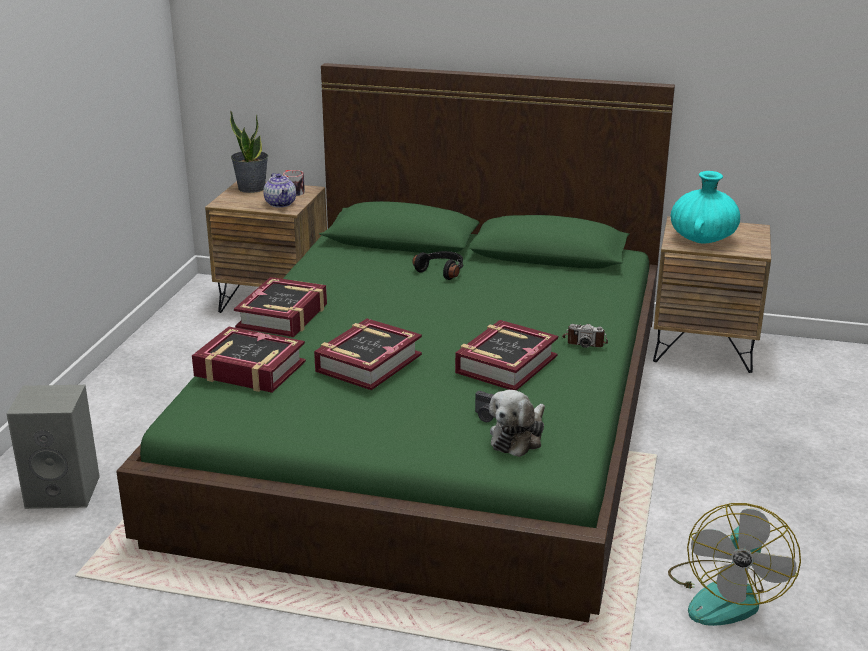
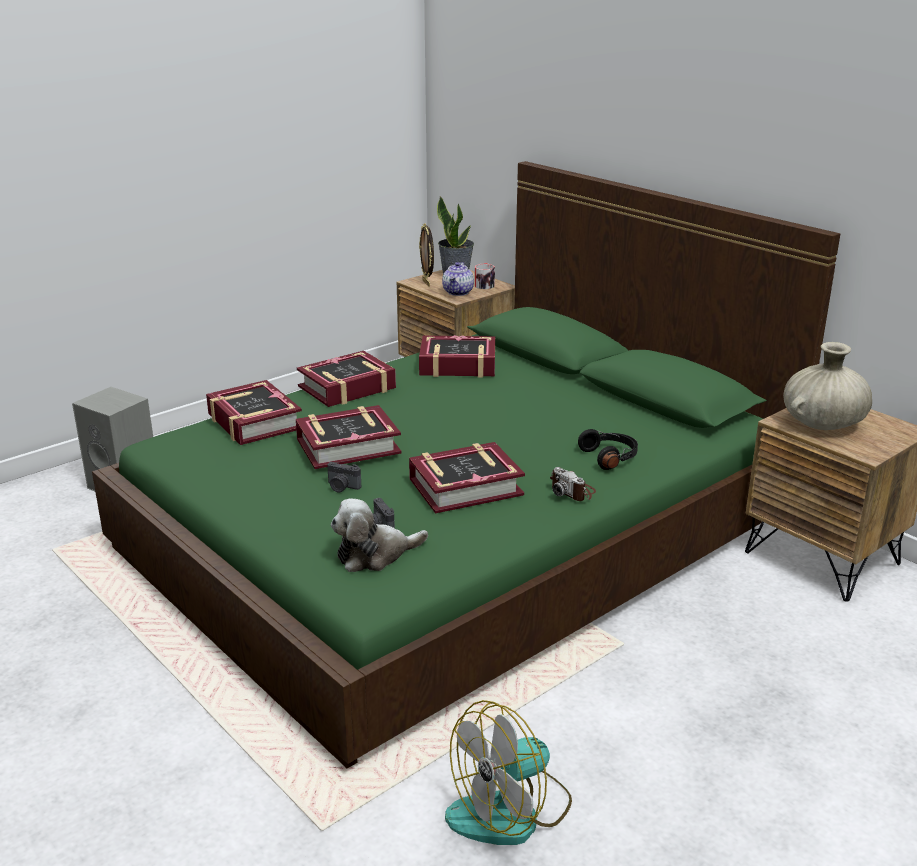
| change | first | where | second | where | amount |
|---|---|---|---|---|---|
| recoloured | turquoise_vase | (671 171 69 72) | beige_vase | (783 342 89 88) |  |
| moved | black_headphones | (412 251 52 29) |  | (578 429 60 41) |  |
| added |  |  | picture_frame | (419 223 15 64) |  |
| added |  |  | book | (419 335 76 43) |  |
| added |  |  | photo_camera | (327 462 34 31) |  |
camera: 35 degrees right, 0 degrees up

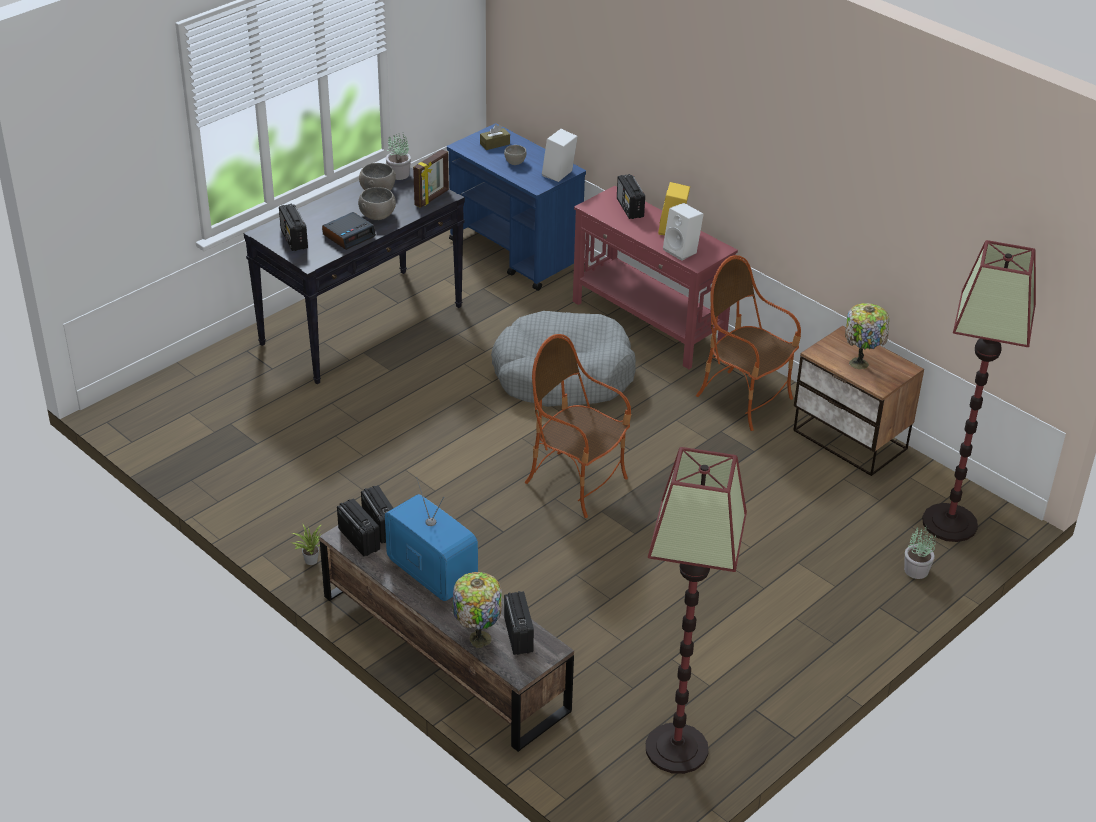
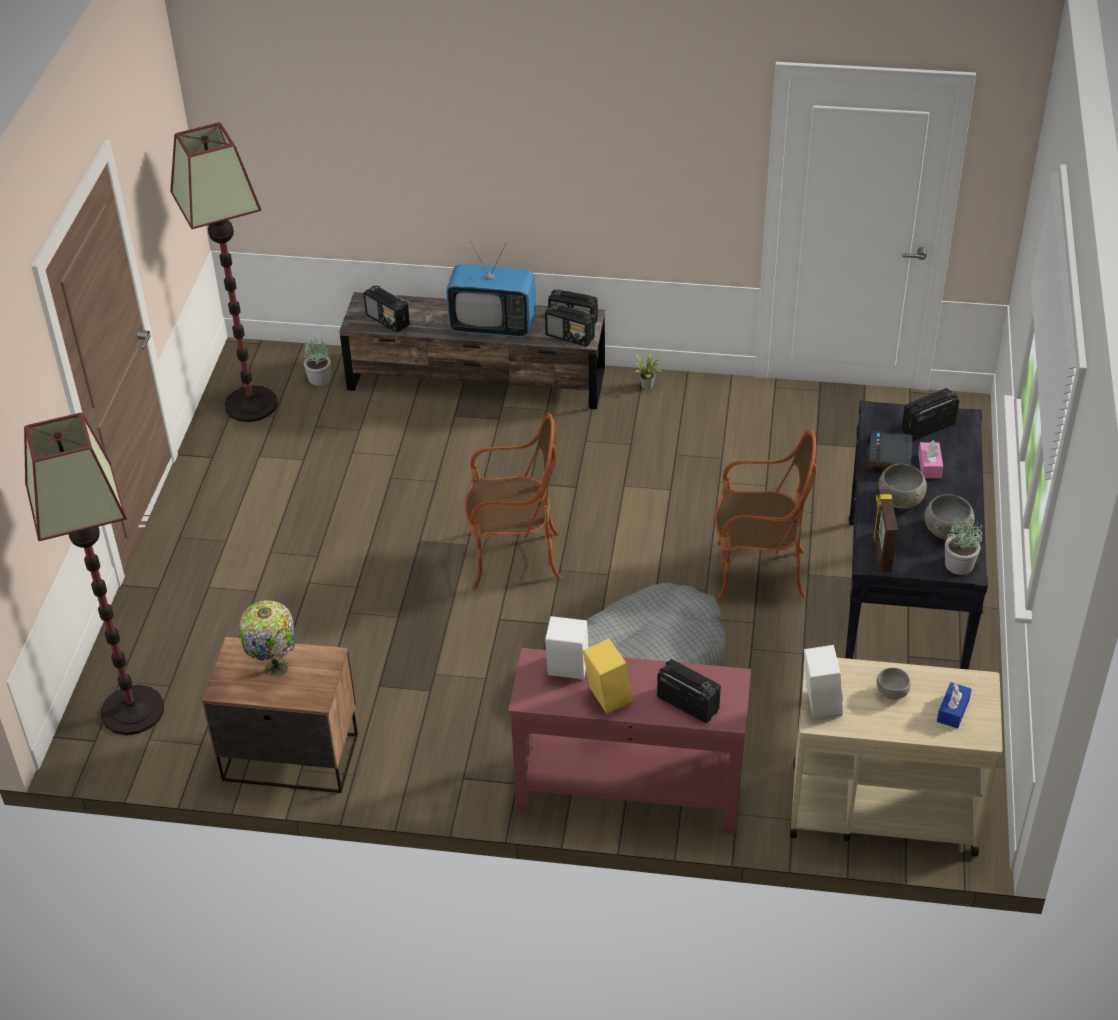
| change | first | where | second | where | amount |
|---|---|---|---|---|---|
| recoloured | blue_cart | (447 123 139 168) | beige_cart | (790 658 213 199) |  |
| recoloured | brown_tissue_box | (480 124 30 26) | blue_tissue_box | (937 682 35 46) |  |
| turned | radio | (279 204 29 47) |  | (901 388 58 53) | 60 degrees counterclockwise |
| moved | armchair | (696 255 105 176) |  | (715 430 102 171) |  |
| moved | potted_plant | (904 527 32 52) |  | (304 337 27 48) |  |
| removed | table_lamp | (452 572 50 76) |  |  |  |
| added |  |  | pink_tissue_box | (918 440 25 38) |  |
camera: 145 degrees right, 5 degrees up

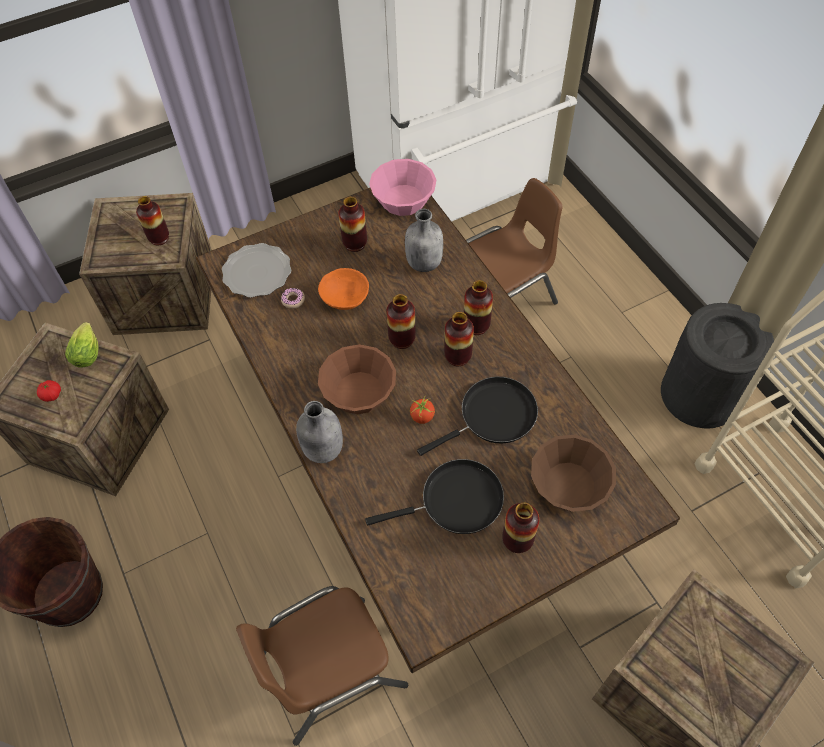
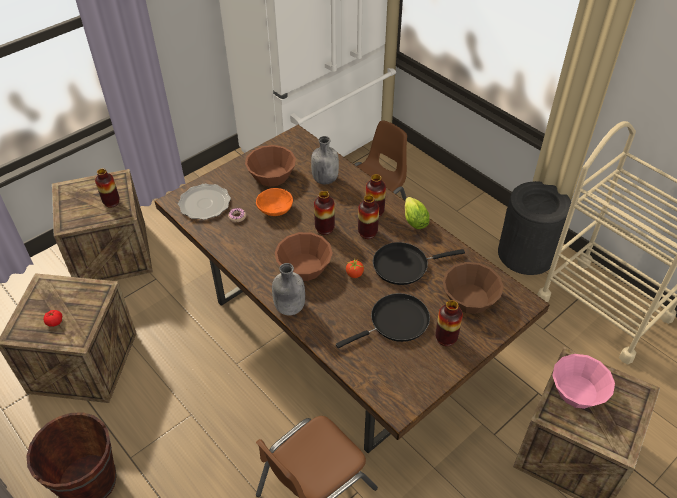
| change | first | where | second | where | amount |
|---|---|---|---|---|---|
| moved | pink_bowl | (369 159 67 57) |  | (552 354 63 55) |  |
| replaced | vase | (338 197 29 55) | brown_bowl | (245 145 51 42) |  |
| moved | lettuce | (65 322 34 46) |  | (405 197 24 32) |  |
| turned | black_frying_pan | (417 377 121 79) |  | (373 242 92 43) | 150 degrees counterclockwise |
camera: 15 degrees left, 10 degrees down

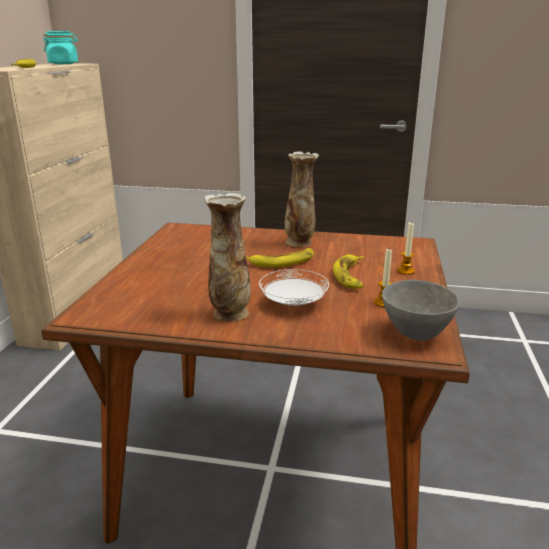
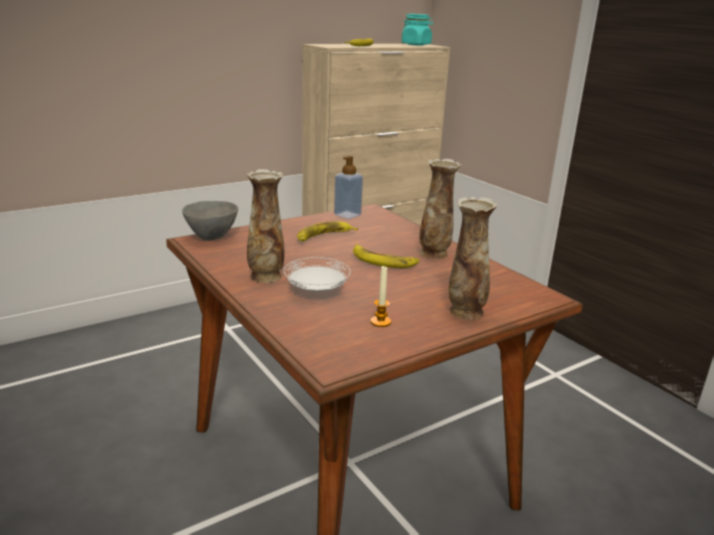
| change | first | where | second | where | amount |
|---|---|---|---|---|---|
| replaced | candle | (397 222 18 53) | vase | (448 197 49 123) |  |
| moved | banana | (333 255 31 33) |  | (297 221 61 21) |  |
| moved | grey_bowl | (382 280 78 61) |  | (182 201 56 40) |  |
| added |  |  | soap_dispenser | (334 156 29 63) |  |
camera: 45 degrees right, 0 degrees up

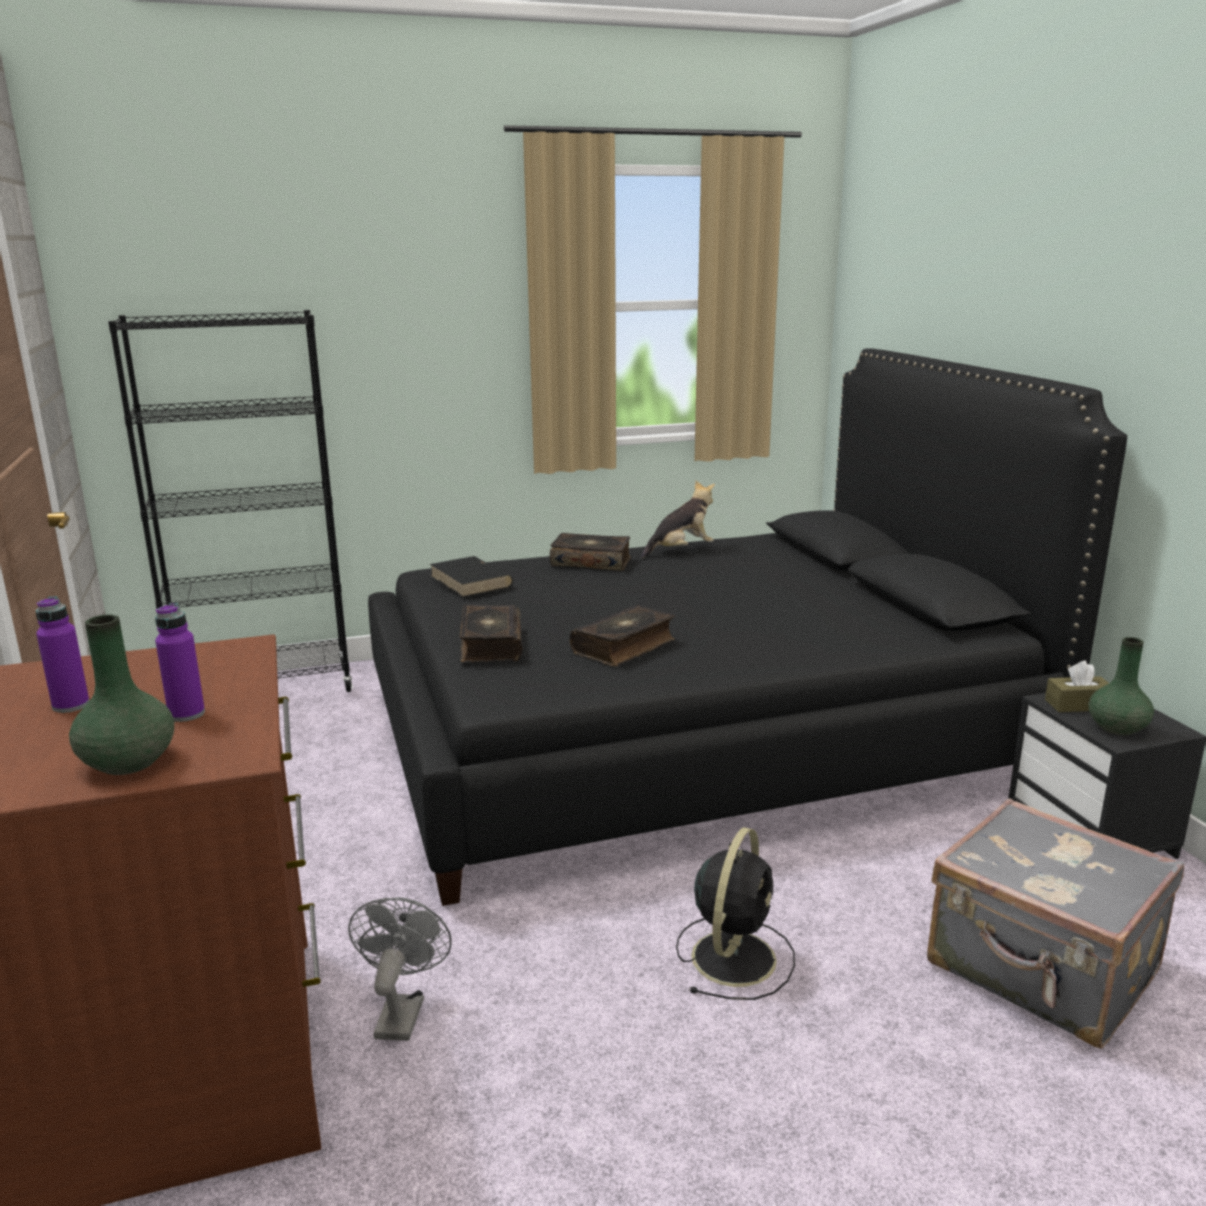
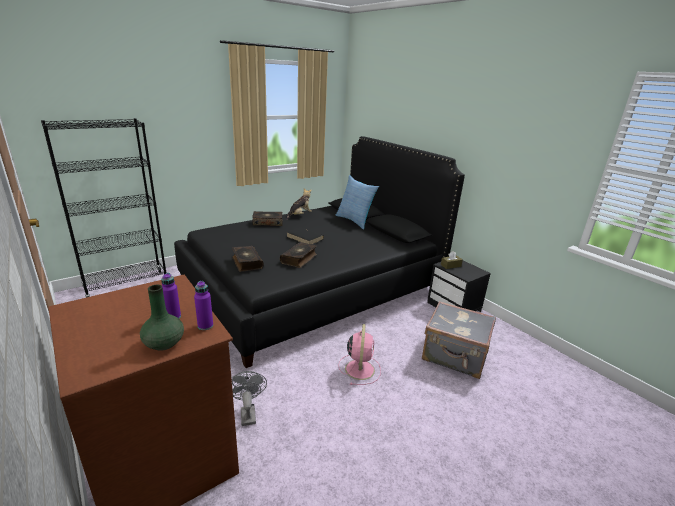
| change | first | where | second | where | amount |
|---|---|---|---|---|---|
| moved | black_book | (430 556 83 41) |  | (287 227 37 17) |  |
| moved | purple_bottle | (36 597 53 116) |  | (194 281 19 49) |  |
| removed | green_vase | (1089 637 65 98) |  |  |  |
| recoloured | black_fan | (676 827 119 173) | pink_fan | (338 324 43 61) |  |
| added |  |  | pillow | (336 175 43 55) |  |
camera: 20 degrees left, 5 degrees up

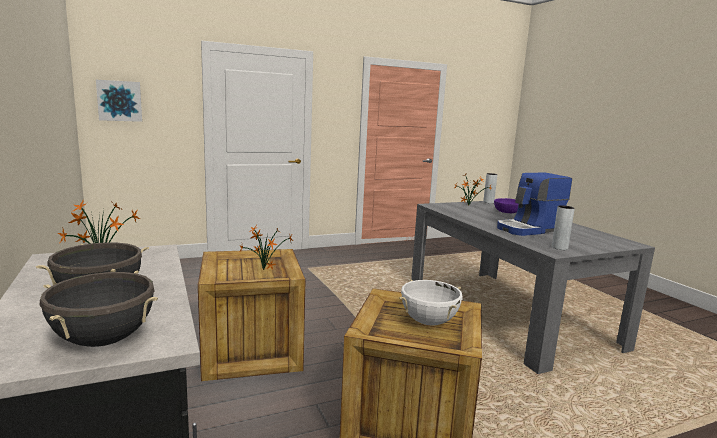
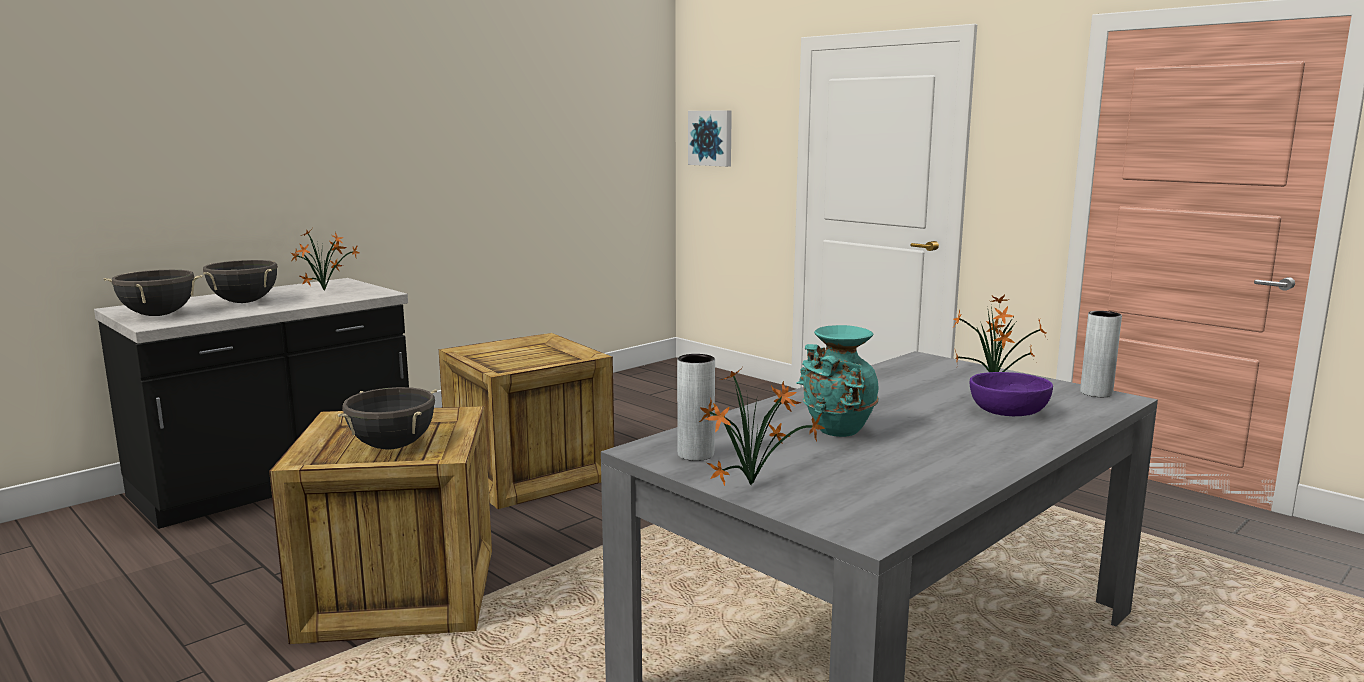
| change | first | where | second | where | amount |
|---|---|---|---|---|---|
| replaced | coffee_machine | (497 172 75 64) | turquoise_vase | (796 325 83 112) |  |
| moved | potted_plant | (239 224 54 46) |  | (699 367 126 119) |  |
| recoloured | white_cooking_pot | (399 279 64 47) | black_cooking_pot | (337 387 100 62) |  |
camera: 70 degrees right, 0 degrees up

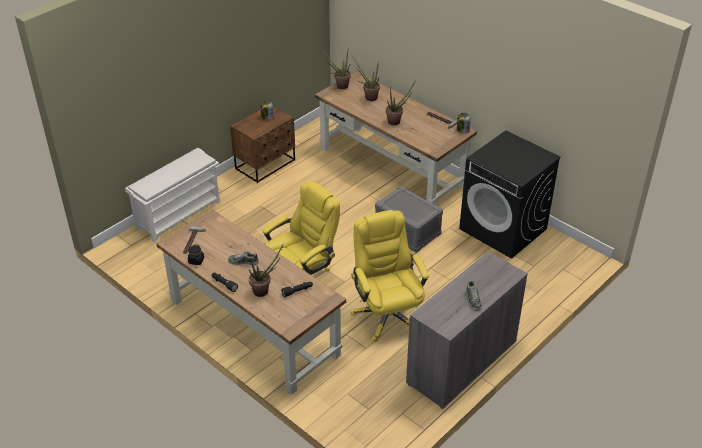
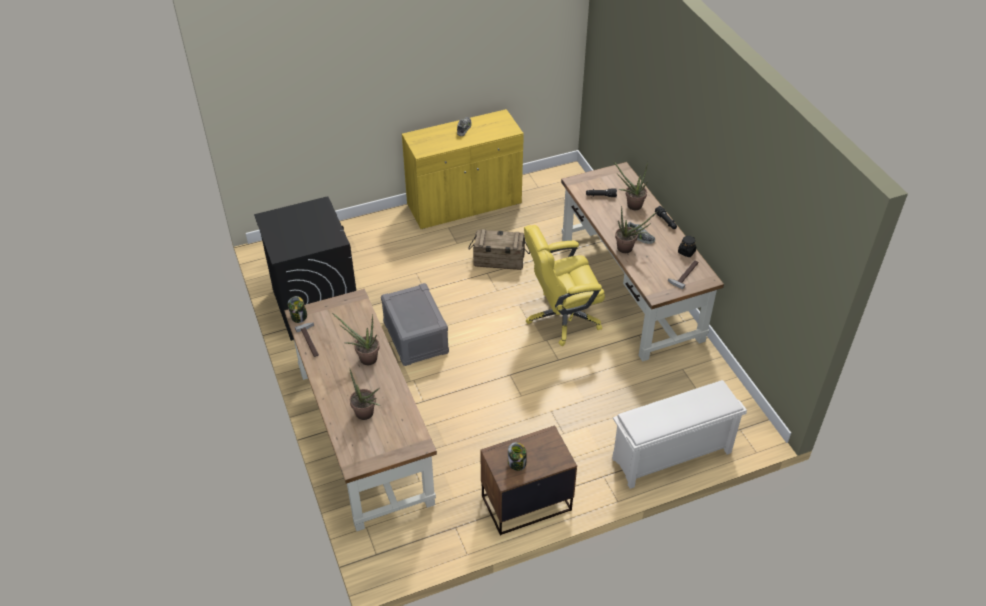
| change | first | where | second | where | amount |
|---|---|---|---|---|---|
| moved | potted_plant | (321 49 30 40) |  | (615 207 42 46) |  |
| replaced | yellow_office_chair | (351 210 78 132) | crate | (468 229 62 41) |  |
| recoloured | grey_cabinet | (406 251 122 158) | yellow_cabinet | (402 109 122 120) |  |
camera: 155 degrees left, 5 degrees up

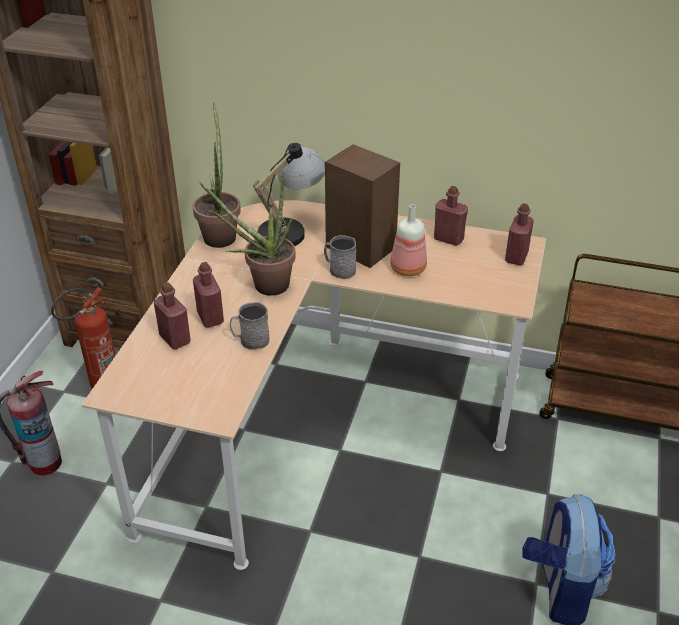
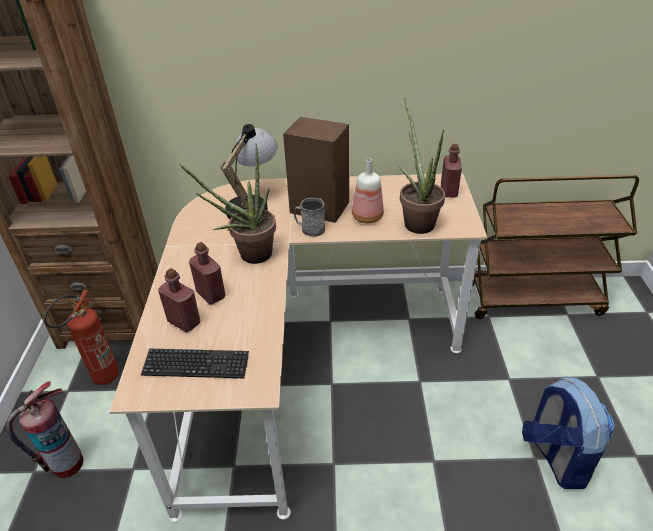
| change | first | where | second | where | amount |
|---|---|---|---|---|---|
| moved | potted_plant | (193 103 48 145) |  | (399 98 46 136) |  |
| removed | red_bottle | (434 186 34 60) |  |  |  |
| removed | grey_mug | (230 302 40 47) |  |  |  |
| added |  |  | keyboard | (141 349 108 29) |  |
camera: 15 degrees left, 0 degrees up

